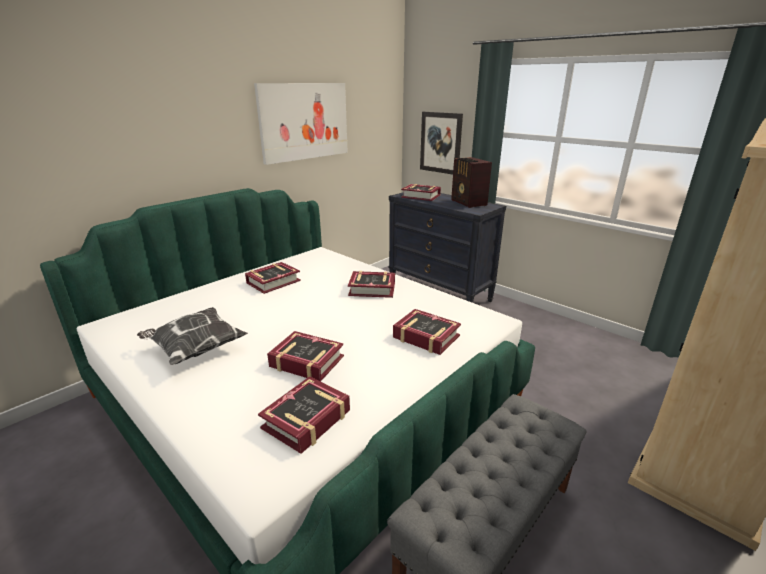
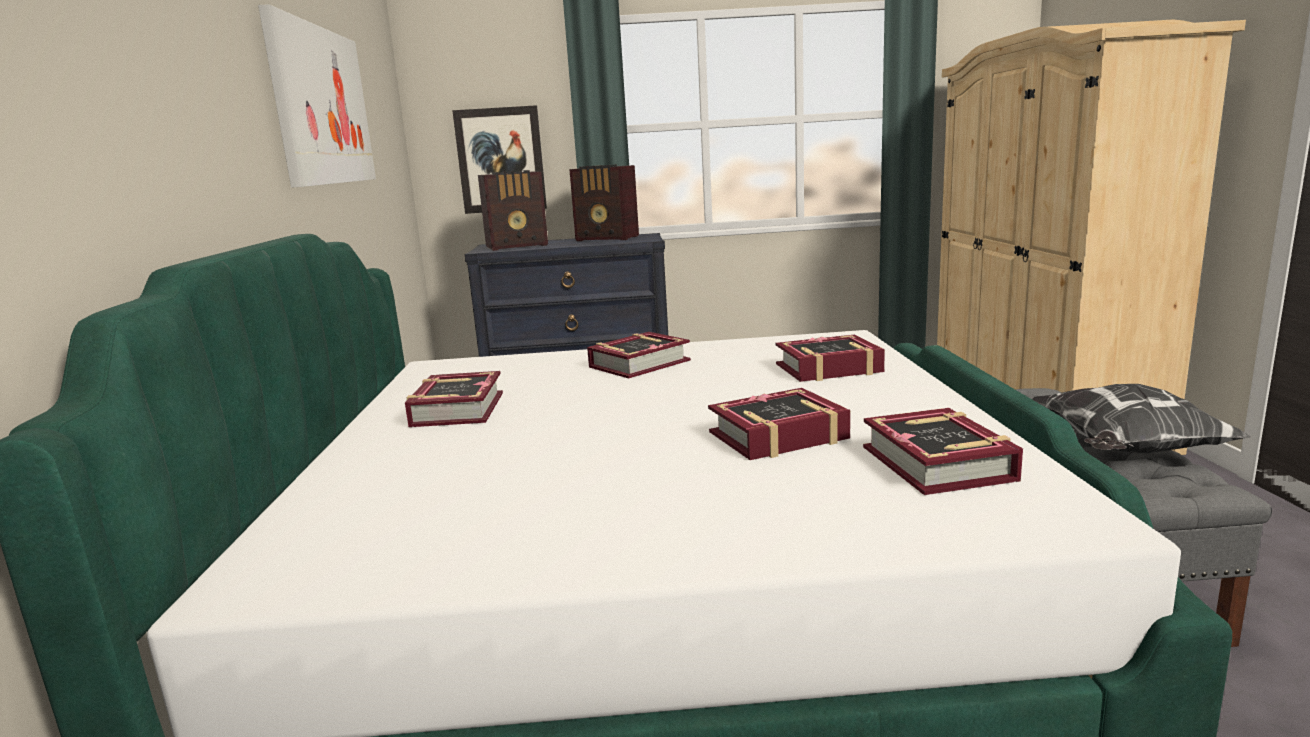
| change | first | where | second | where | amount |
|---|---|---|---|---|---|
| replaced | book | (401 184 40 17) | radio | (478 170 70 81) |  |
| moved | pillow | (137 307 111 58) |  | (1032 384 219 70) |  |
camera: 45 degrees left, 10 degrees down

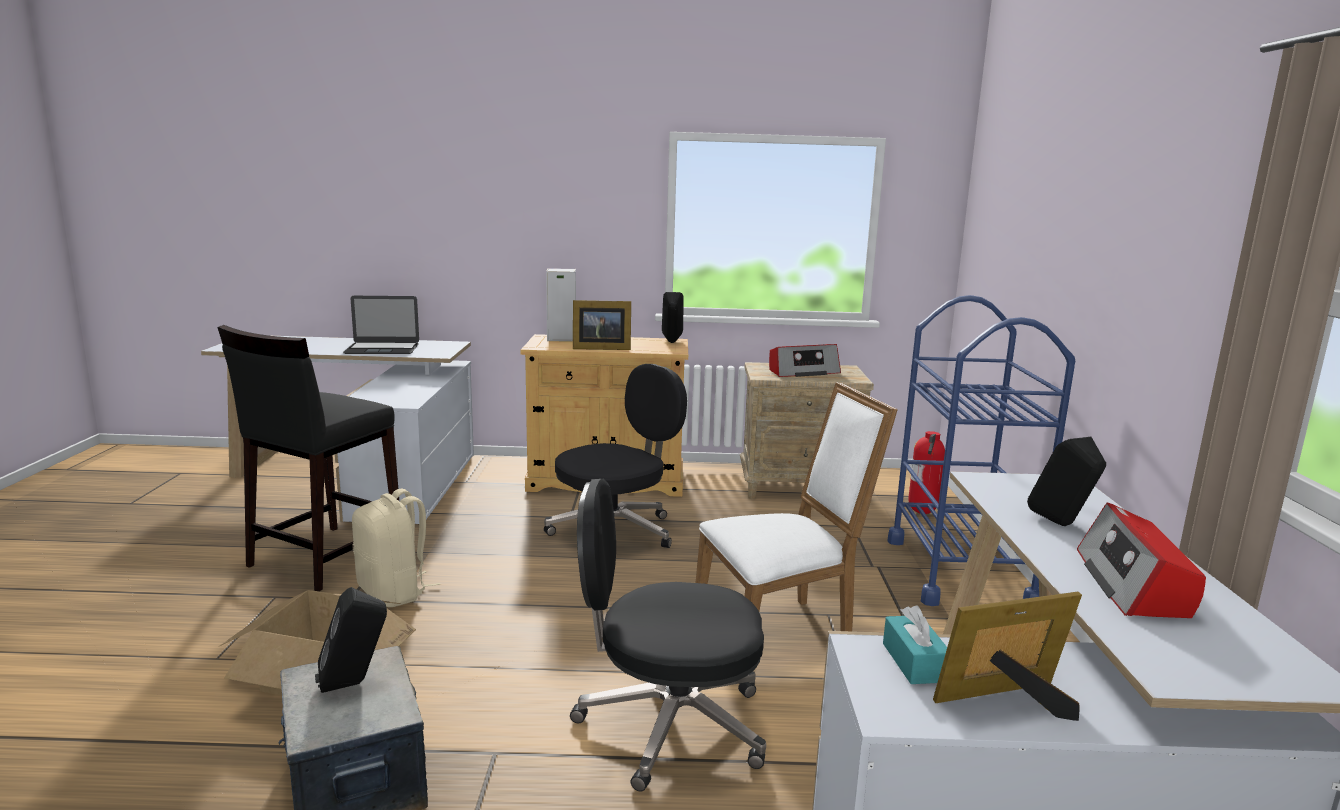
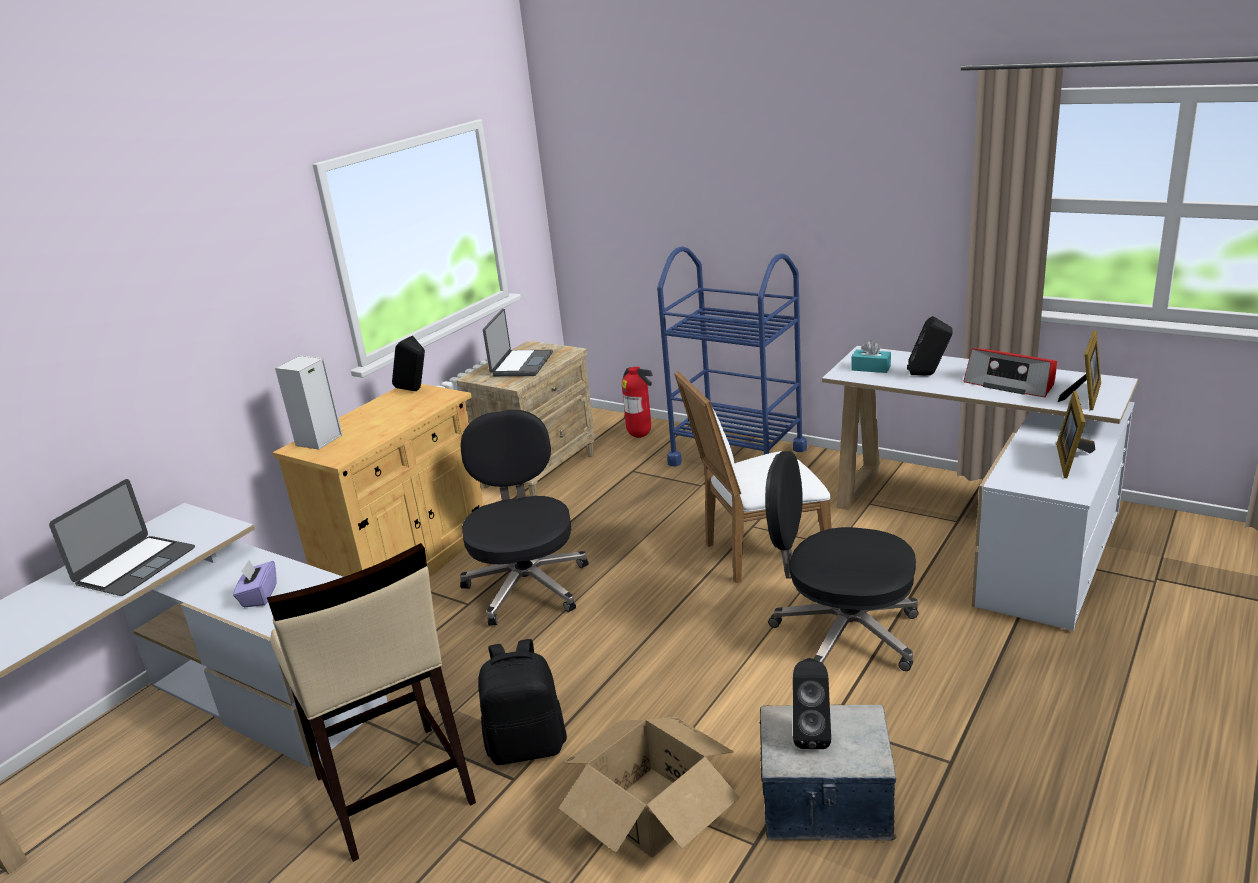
| change | first | where | second | where | amount |
|---|---|---|---|---|---|
| moved | picture_frame | (573 300 58 50) |  | (1058 330 43 80) |  |
| recoloured | black_stool | (217 325 182 266) | beige_stool | (267 543 209 319) |  |
| replaced | radio | (769 344 72 33) | laptop | (483 309 70 67) |  |
| turned | white_chair | (696 382 202 249) |  | (674 371 158 212) | 120 degrees counterclockwise |
| turned | black_office_chair | (570 479 196 313) |  | (765 451 153 220) | 75 degrees clockwise |
| recoloured | beige_backpack | (352 489 88 118) | black_backpack | (478 639 89 126) |  |
| moved | turquoise_tissue_box | (883 605 64 79) |  | (851 340 40 33) |  |
| added |  |  | purple_tissue_box | (233 560 44 48) |  |
camera: 55 degrees left, 10 degrees up

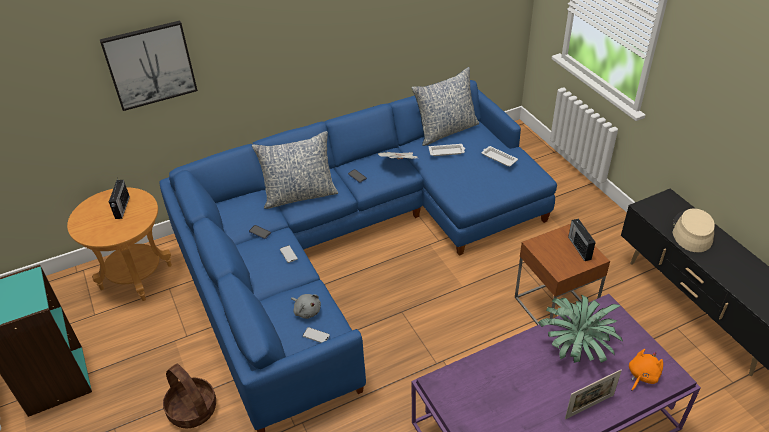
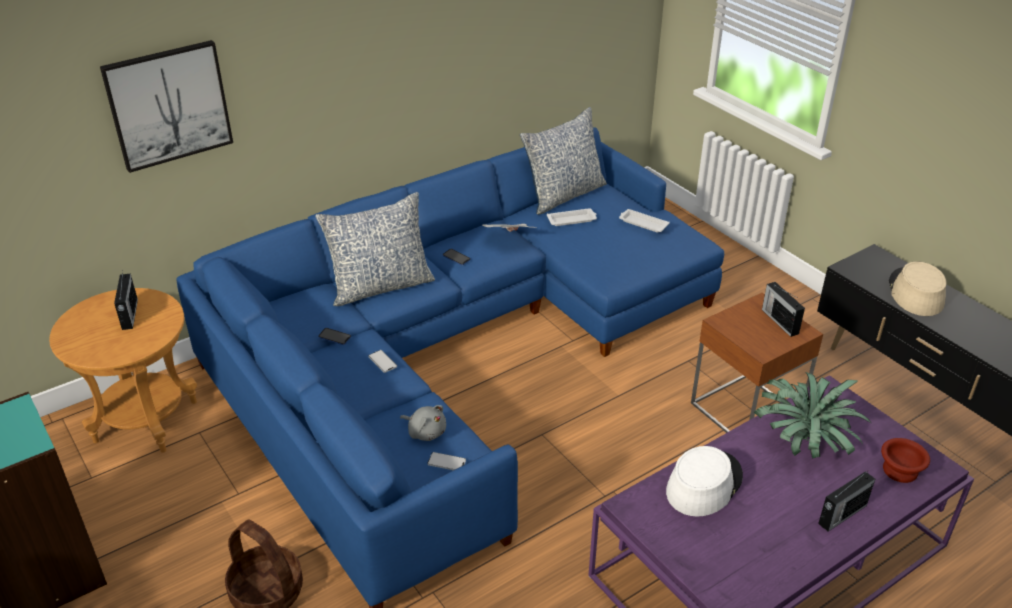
| change | first | where | second | where | amount |
|---|---|---|---|---|---|
| replaced | orange_plush_toy | (629 349 34 42) | brown_bowl | (881 438 49 45) |  |
| replaced | picture_frame | (565 370 57 49) | radio | (818 471 57 60) |  |
| added |  |  | white_hat | (666 446 77 71) |  |
camera: 10 degrees left, 5 degrees down

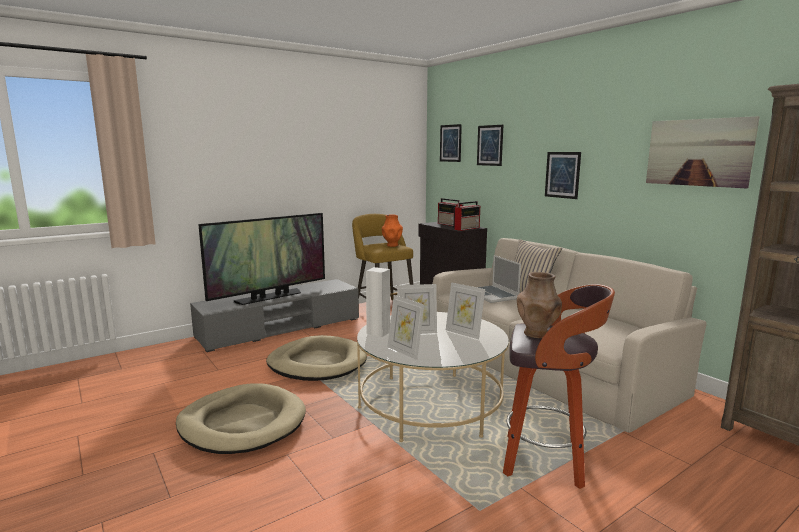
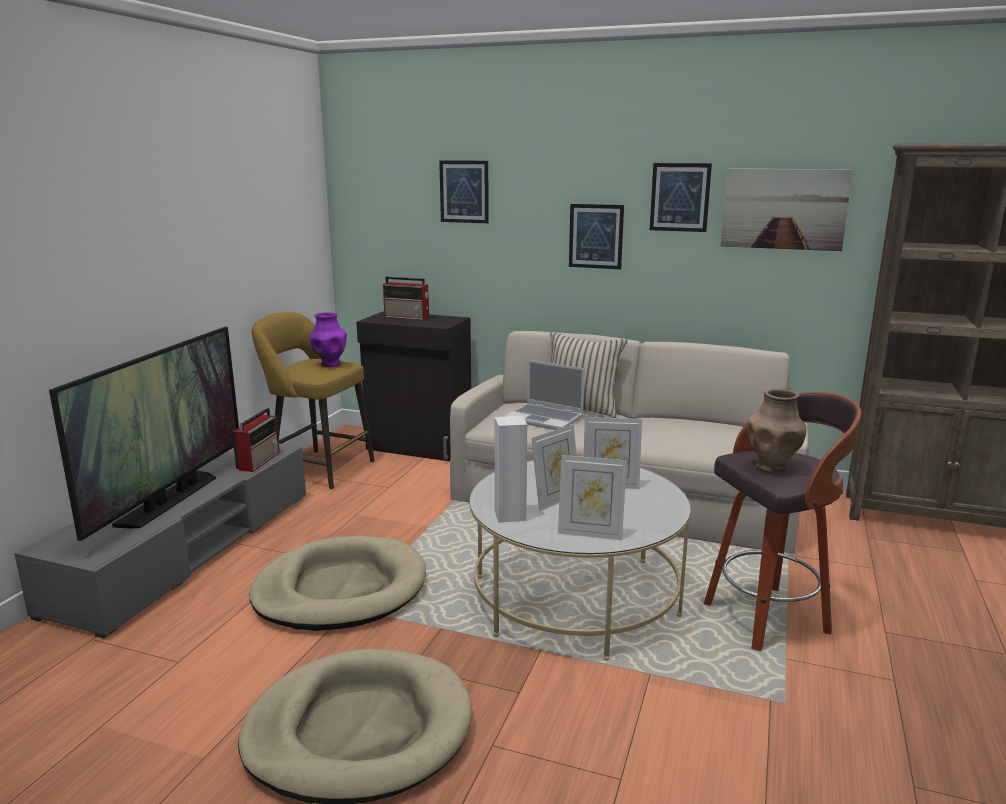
| change | first | where | second | where | amount |
|---|---|---|---|---|---|
| moved | picture | (440 124 22 38) |  | (650 163 62 69) |  |
| moved | radio | (453 201 27 30) |  | (232 408 48 64) |  |
| recoloured | orange_vase | (382 214 21 33) | purple_vase | (310 312 37 55) |  |
camera: 35 degrees left, 5 degrees up

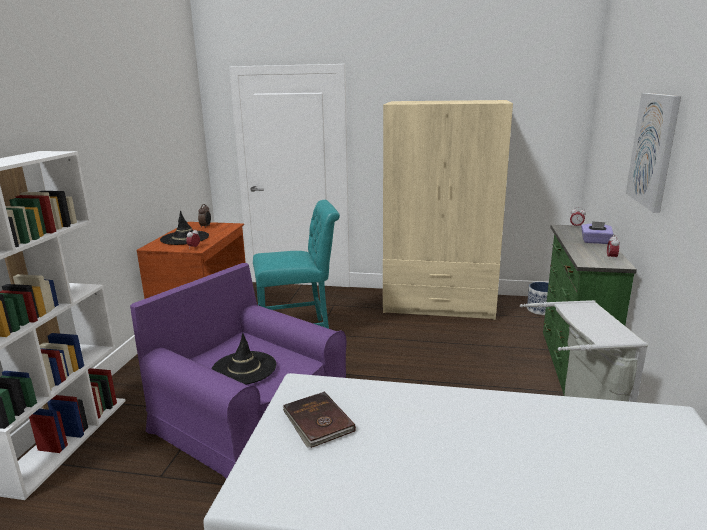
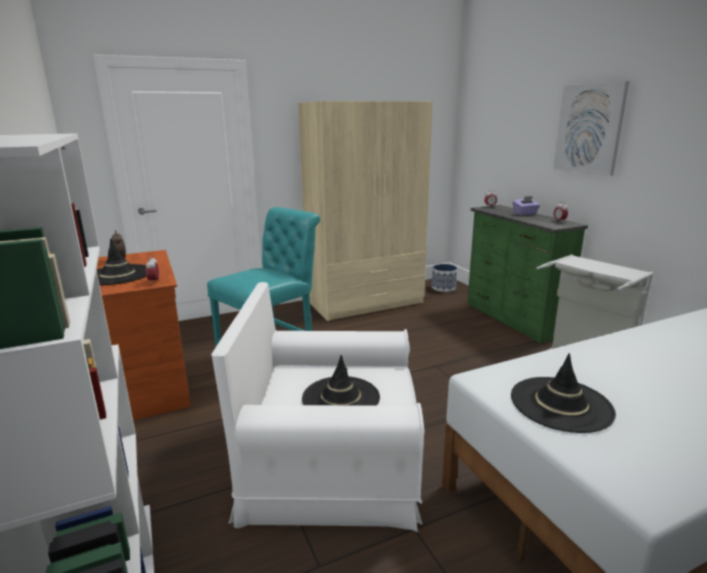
| change | first | where | second | where | amount |
|---|---|---|---|---|---|
| recoloured | purple_armchair | (130 263 217 216) | white_armchair | (211 282 214 250) |  |
| replaced | brown_book | (283 392 73 56) | black_hat | (511 353 105 80) |  |
camera: 35 degrees left, 0 degrees up

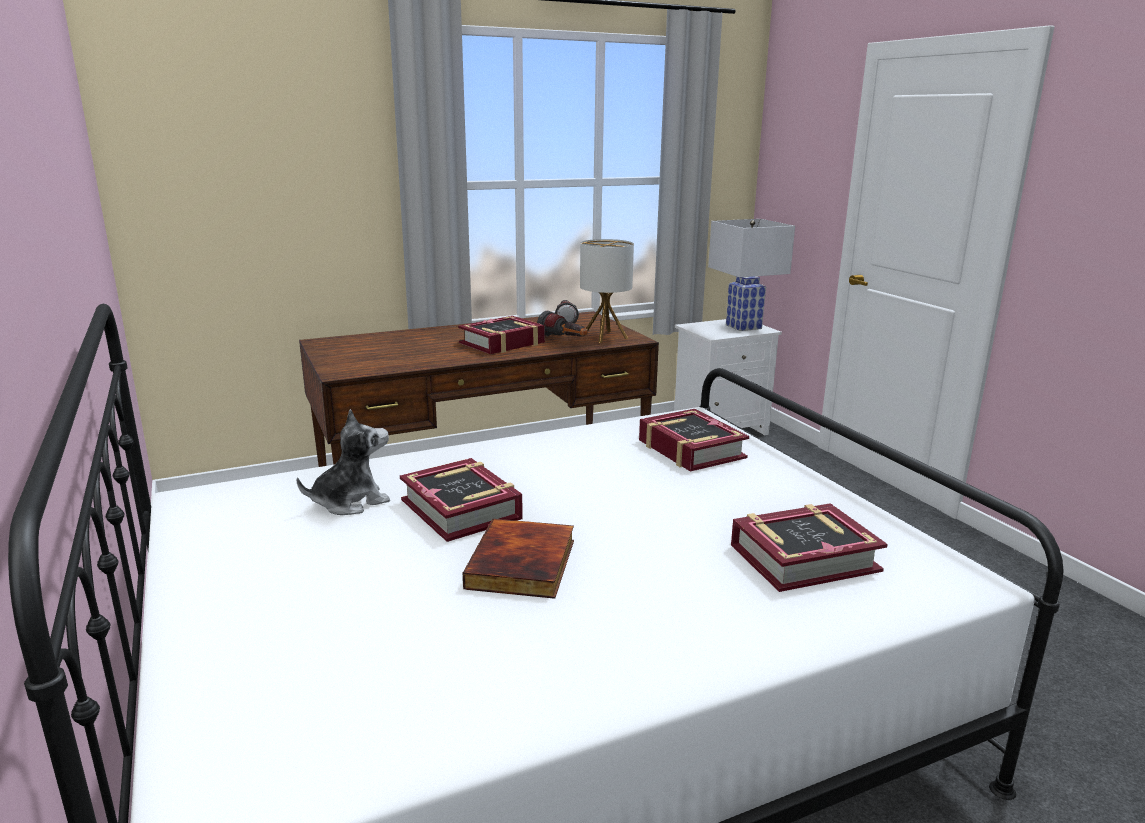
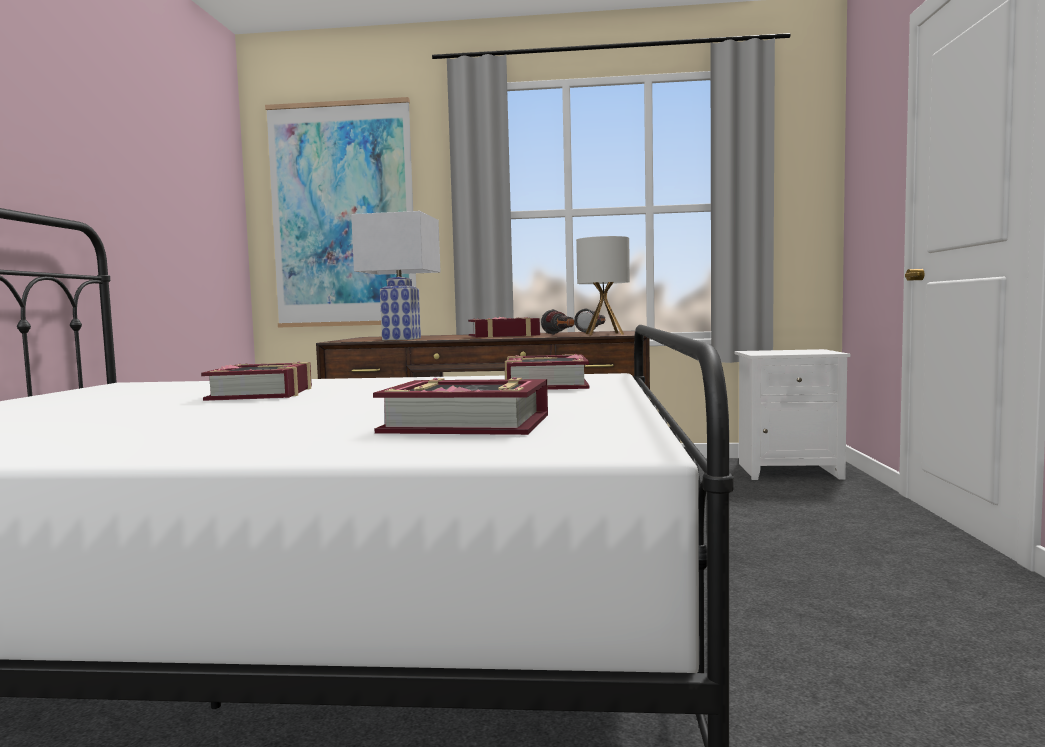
| change | first | where | second | where | amount |
|---|---|---|---|---|---|
| moved | white_table_lamp | (708 219 87 112) |  | (351 211 90 129) |  |
| removed | plush_toy | (296 409 94 106) |  |  |  |
| removed | book | (463 519 111 80) |  |  |  |
| added |  |  | picture | (265 97 151 230) |  |
camera: 30 degrees right, 15 degrees down

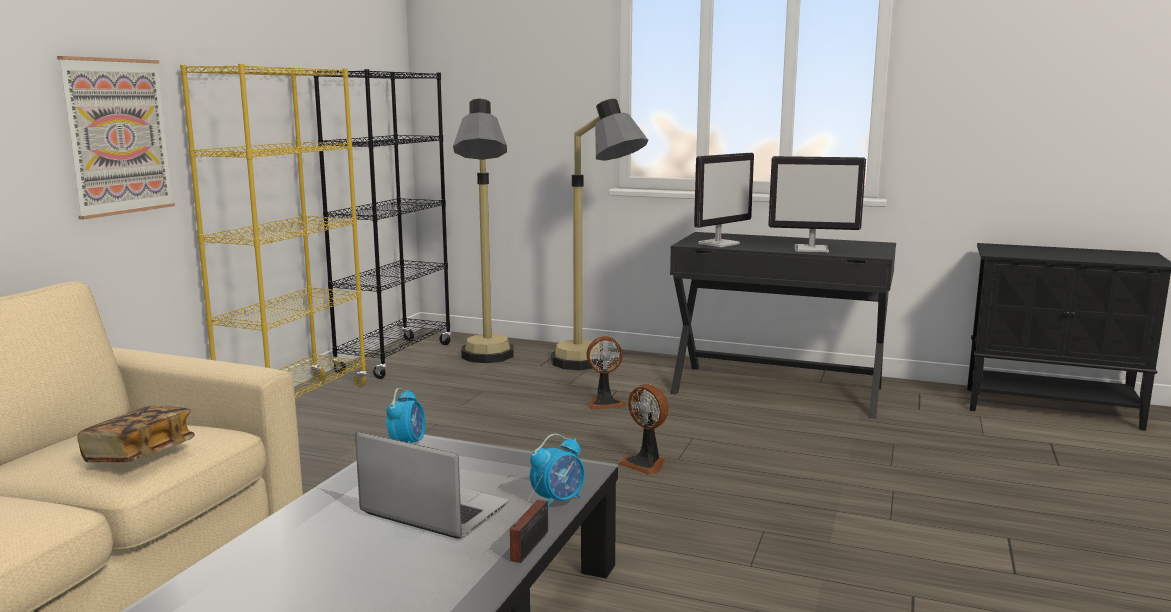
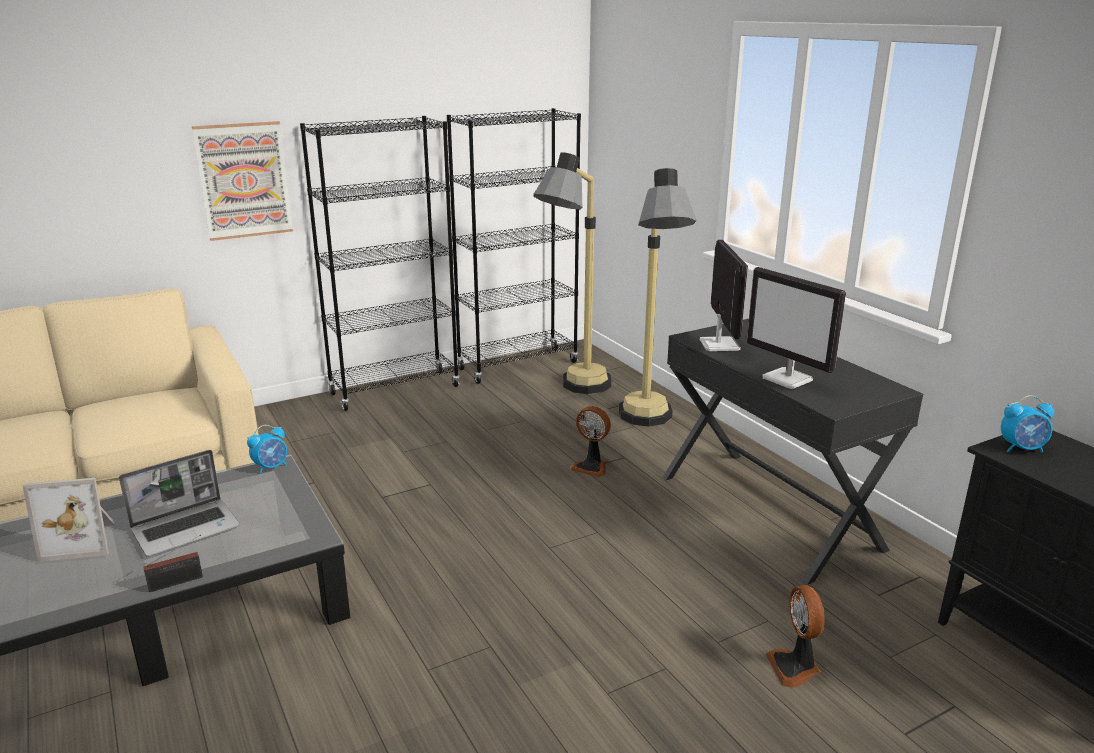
| change | first | where | second | where | amount |
|---|---|---|---|---|---|
| recoloured | yellow_bookcase | (180 64 188 334) | black_bookcase | (300 116 160 295) |  |
| turned | monitor | (694 153 60 94) |  | (700 239 48 112) | 90 degrees counterclockwise |
| moved | fan | (618 384 51 91) |  | (766 585 59 103) |  |
| removed | book | (77 406 118 56) |  |  |  |
| turned | laptop | (355 432 153 107) |  | (119 450 121 107) | 75 degrees clockwise |
| moved | alarm_clock | (530 434 55 73) |  | (1001 395 53 57) |  |
| added |  |  | picture_frame | (22 478 94 84) |  |
camera: 40 degrees right, 10 degrees up

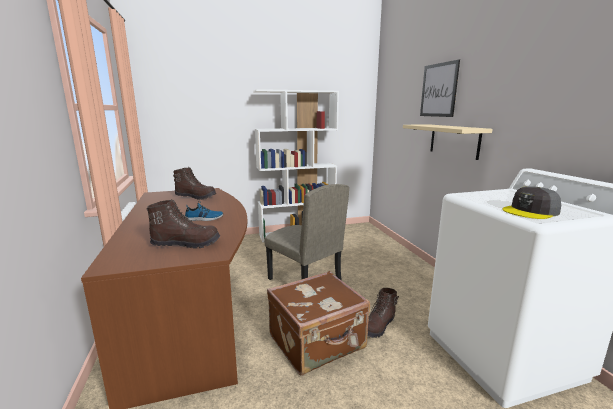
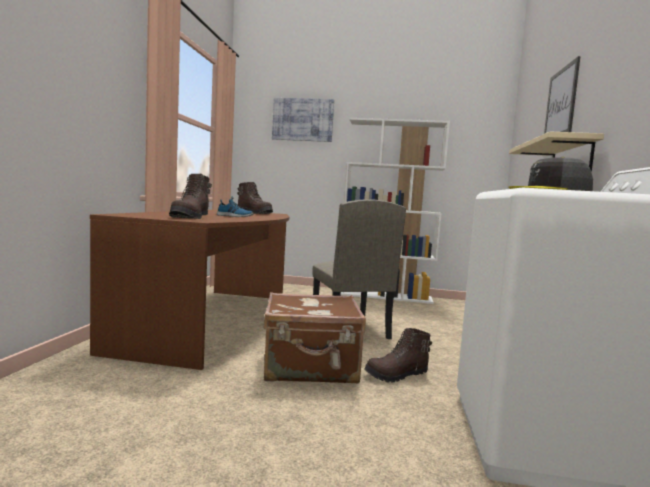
| change | first | where | second | where | amount |
|---|---|---|---|---|---|
| turned | brown_boot | (147 199 73 50) |  | (169 174 43 45) | 75 degrees clockwise |
| added |  |  | picture | (272 98 62 44) |  |
camera: 25 degrees right, 10 degrees down

